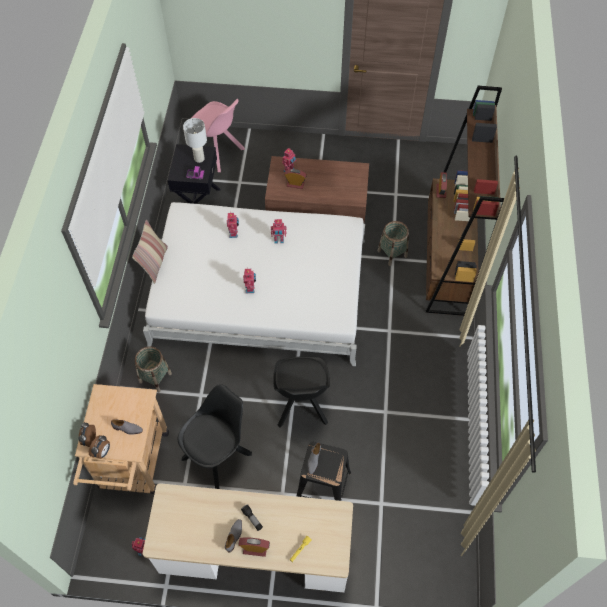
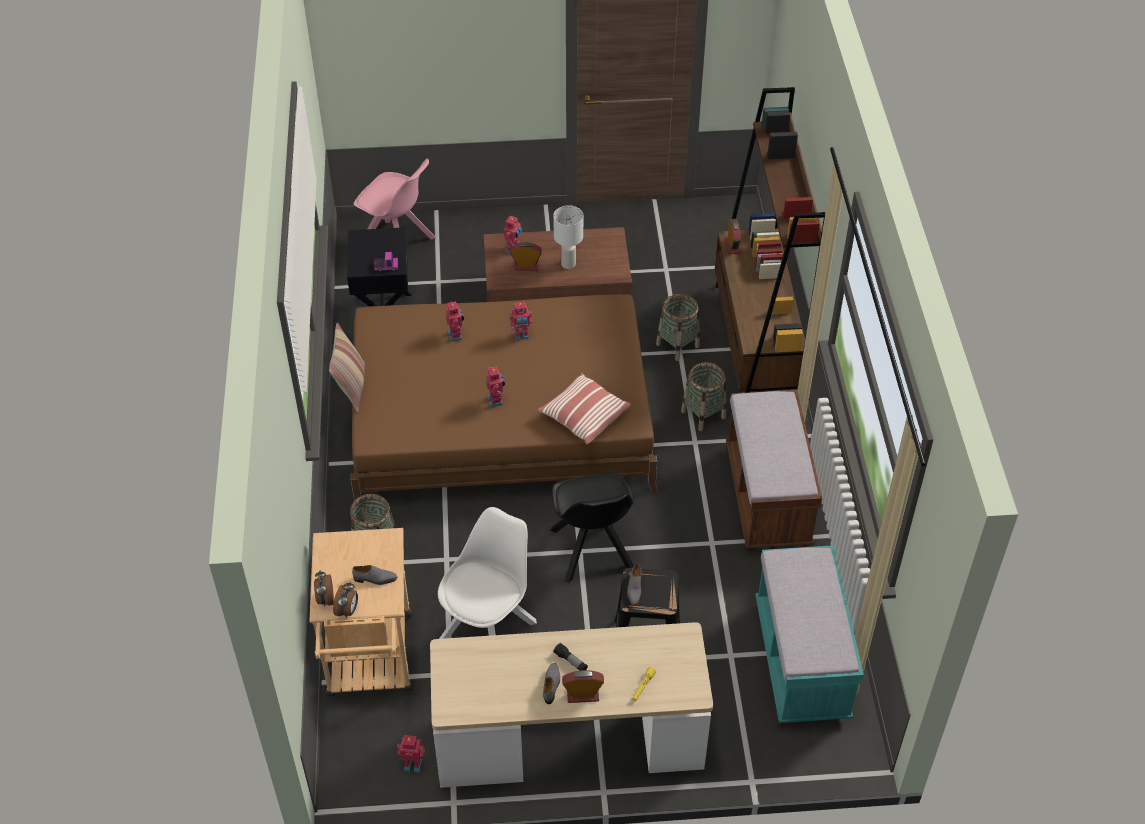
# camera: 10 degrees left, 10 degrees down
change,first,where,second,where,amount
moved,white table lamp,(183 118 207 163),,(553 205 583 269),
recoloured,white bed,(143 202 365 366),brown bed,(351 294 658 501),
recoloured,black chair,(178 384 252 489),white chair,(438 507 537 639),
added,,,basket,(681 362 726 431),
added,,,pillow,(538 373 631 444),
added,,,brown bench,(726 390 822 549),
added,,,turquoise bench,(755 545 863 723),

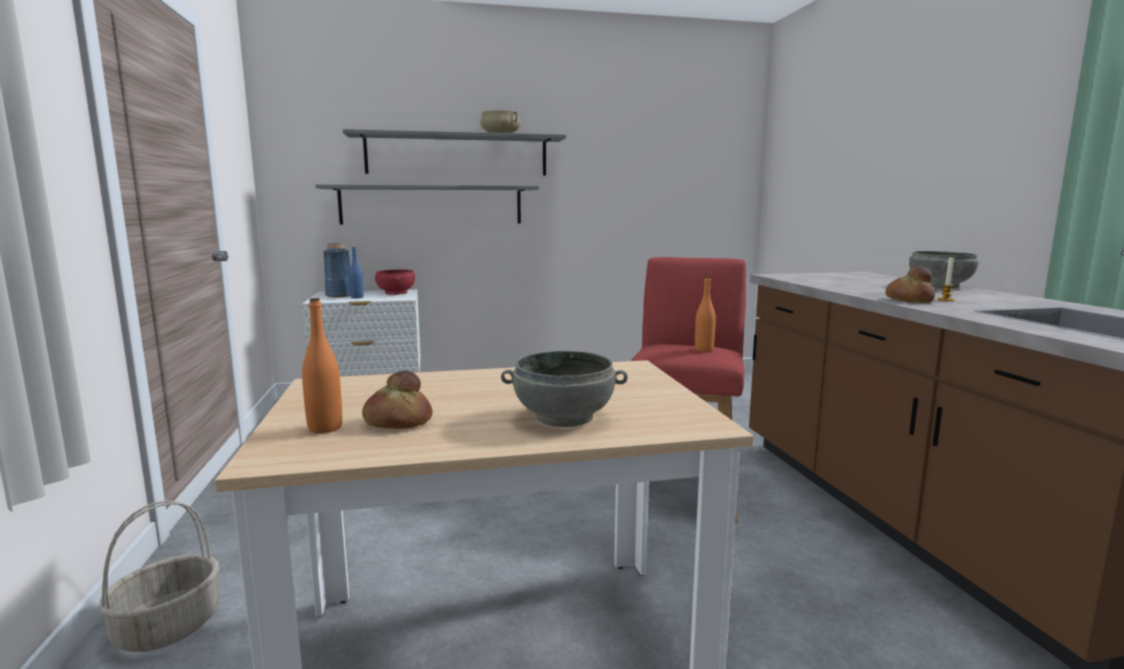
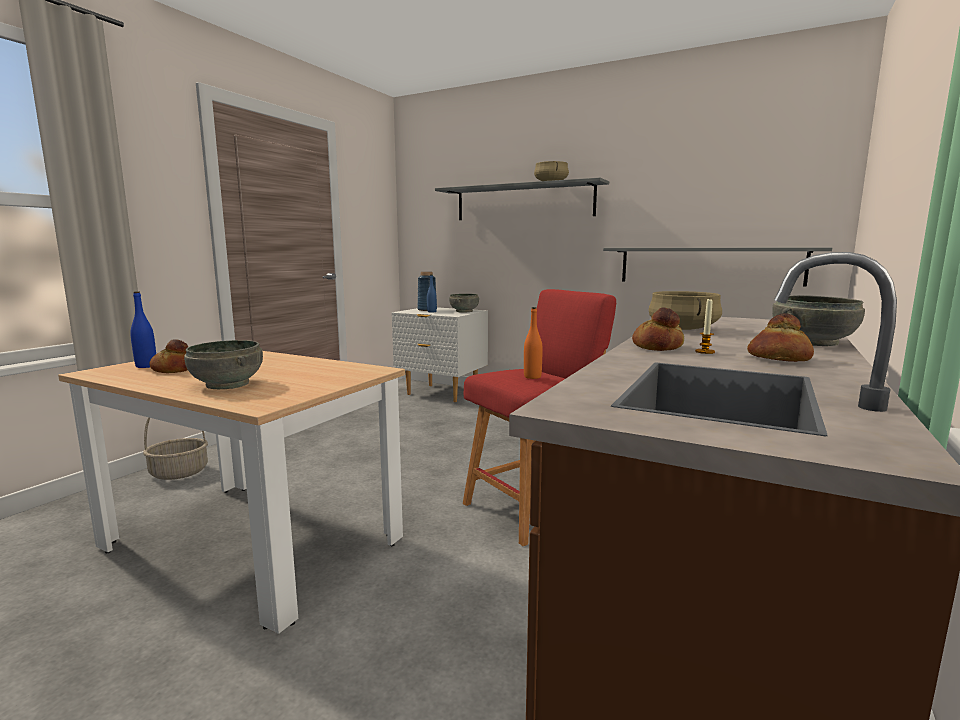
# camera: 40 degrees right, 0 degrees up
change,first,where,second,where,amount
moved,grey shelf,(315 184 539 225),,(603 247 832 286),
recoloured,red bowl,(375 270 415 295),grey bowl,(449 294 479 313),
recoloured,orange bottle,(302 298 342 433),blue bottle,(130 291 156 368),
added,,,beige cooking pot,(649 291 722 330),
added,,,bread,(747 313 814 362),

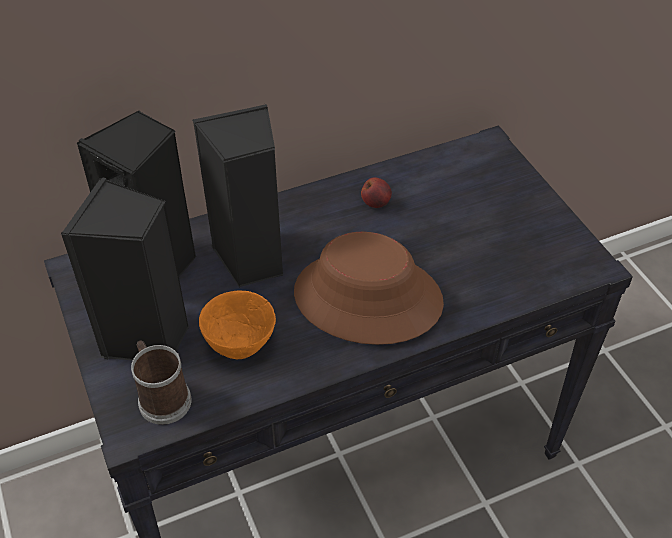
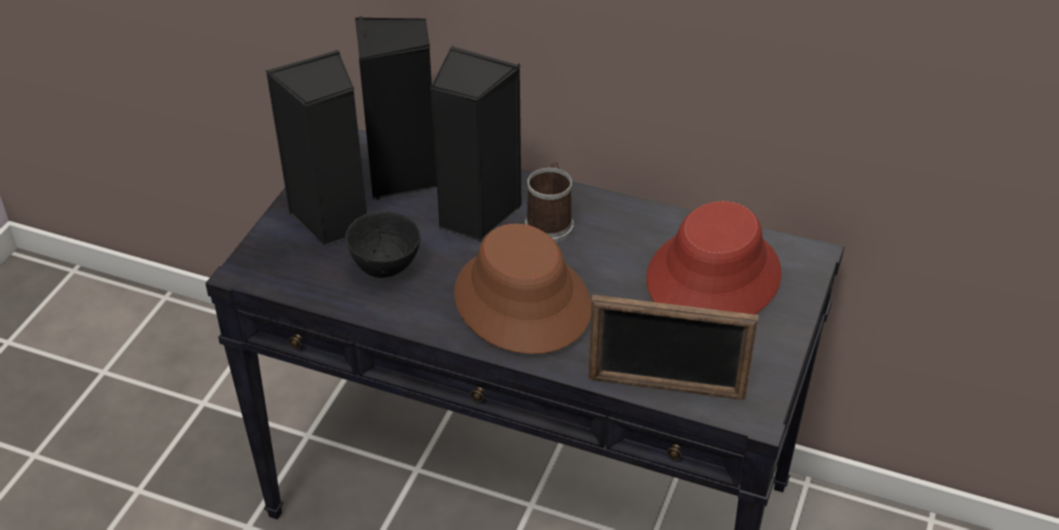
# camera: 45 degrees right, 5 degrees down
change,first,where,second,where,amount
removed,apple,(361 177 392 208),,,
recoloured,orange bowl,(199 291 276 359),black bowl,(346 211 421 278),
moved,mug,(131 340 191 425),,(525 162 574 243),
added,,,red hat,(646 201 782 314),
added,,,picture frame,(588 295 758 400),

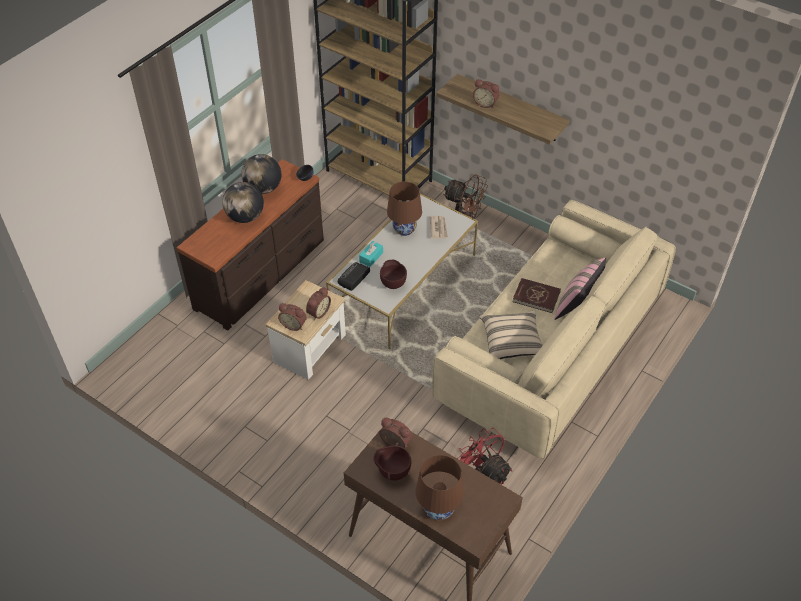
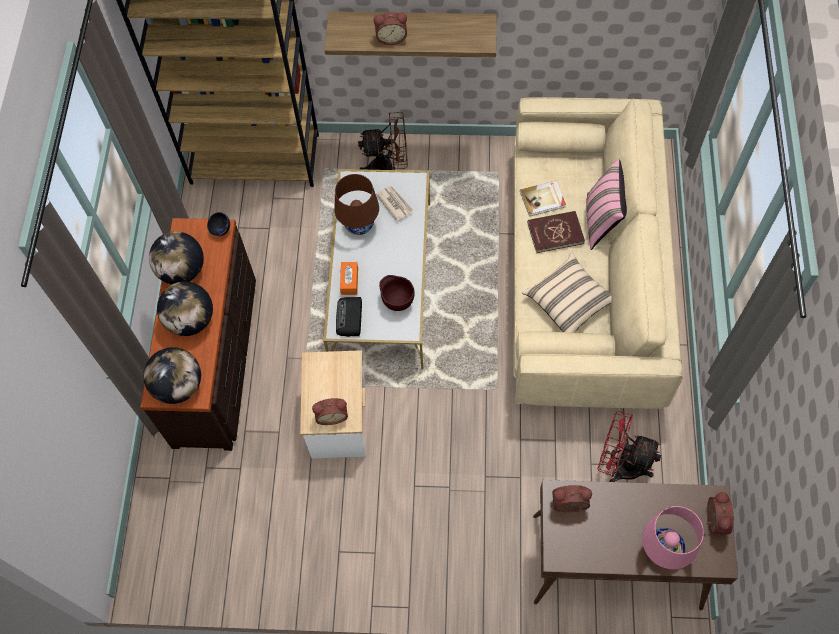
# camera: 30 degrees left, 15 degrees up
change,first,where,second,where,amount
recoloured,turquoise tissue box,(359 241 383 267),orange tissue box,(340 262 358 295),
moved,alarm clock,(306 287 331 320),,(707 492 734 535),
removed,brown bowl,(373 445 411 481),,,
recoloured,brown table lamp,(415 455 464 520),pink table lamp,(642 506 704 569),
added,,,book,(520 180 566 216),
added,,,globe,(143 347 201 404),

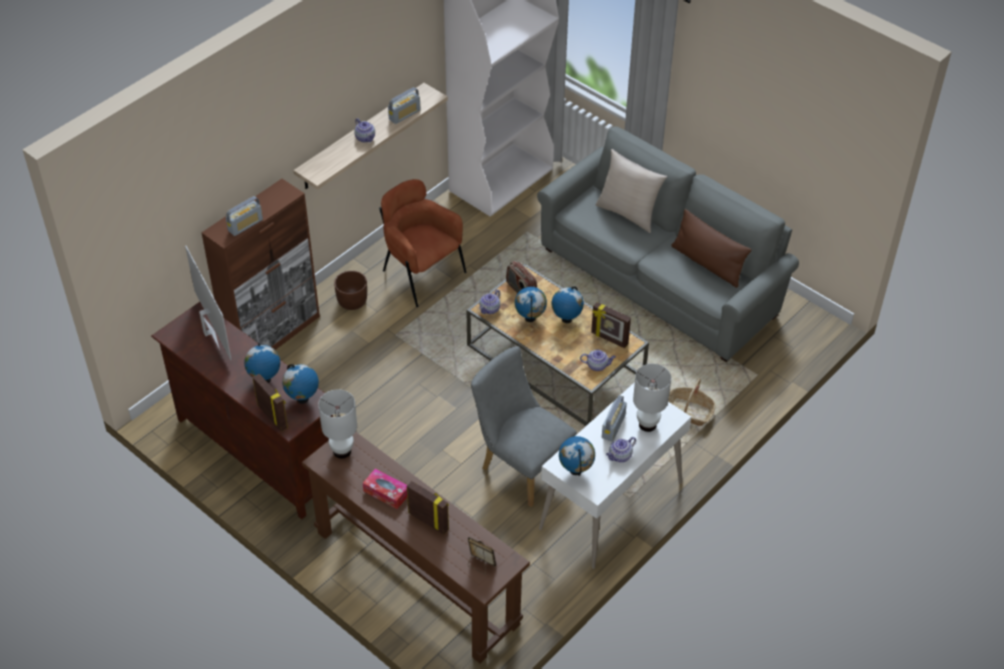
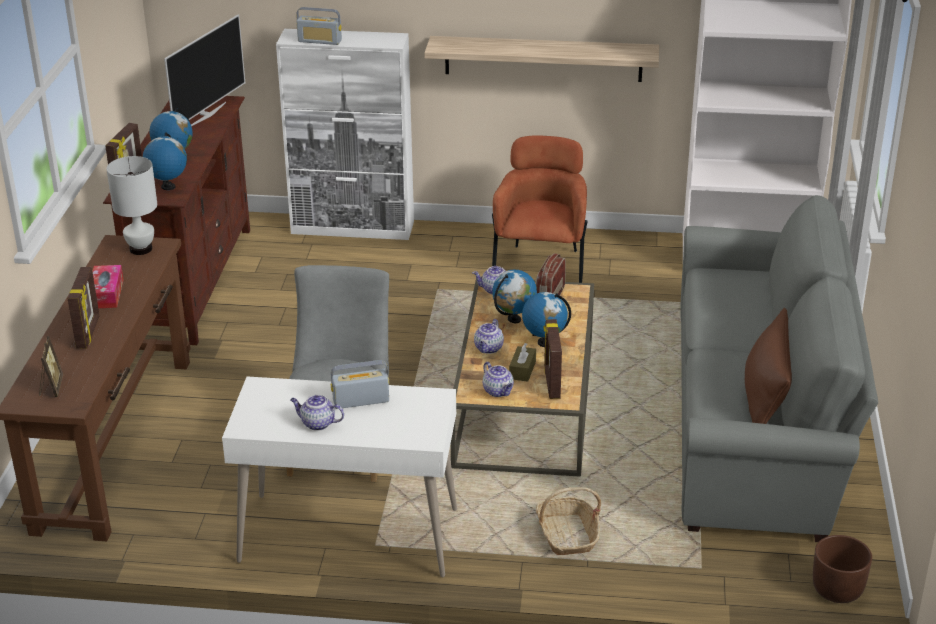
# camera: 55 degrees right, 15 degrees down
change,first,where,second,where,amount
removed,radio,(388 87 421 124),,,
moved,teapot,(354 118 375 143),,(474 319 504 354),
removed,beige pillow,(596 149 667 233),,,
recoloured,brown cabinet,(201 179 320 350),white cabinet,(276 29 414 240),
moved,brown planter,(334 271 367 310),,(813 535 872 603),
removed,white table lamp,(633 364 671 432),,,
removed,globe,(559 436 595 476),,,
added,,,brown tissue box,(509 343 536 382),

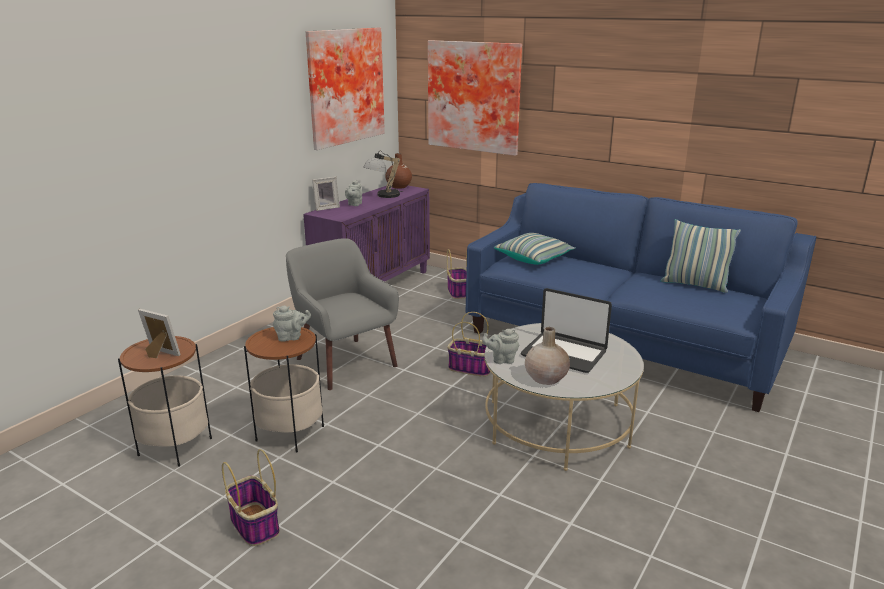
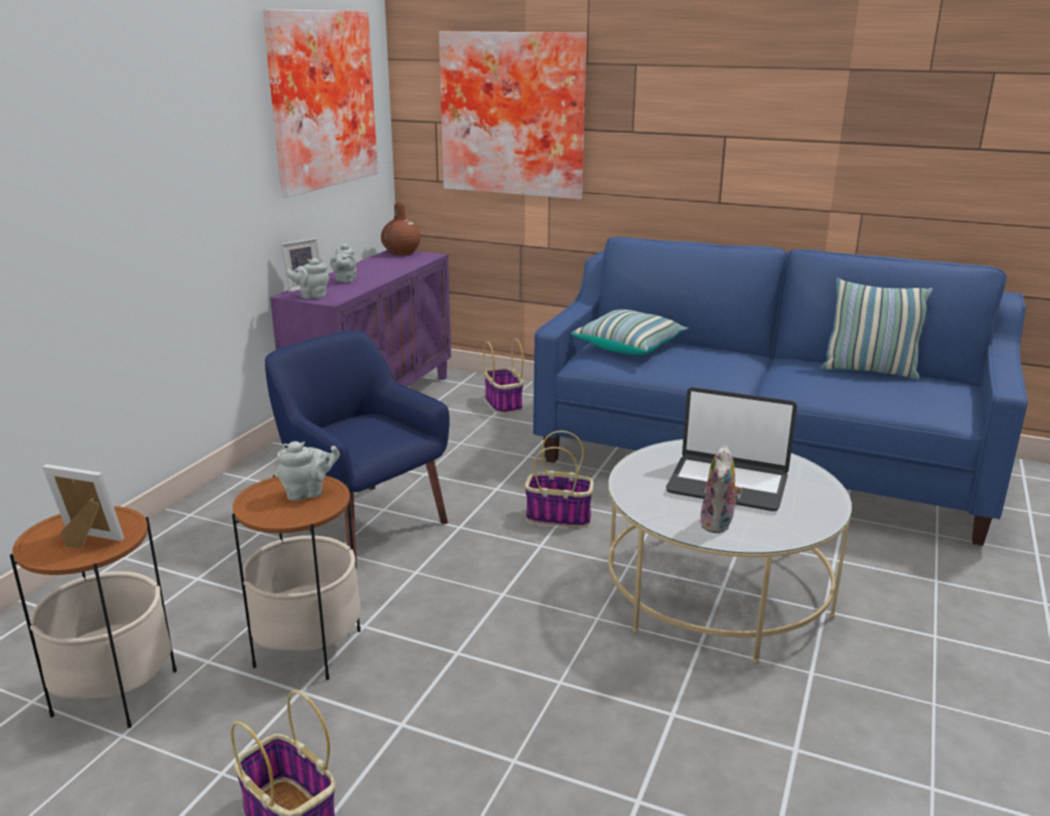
# camera: 10 degrees left, 0 degrees up
change,first,where,second,where,amount
removed,table lamp,(363 151 404 198),,,
recoloured,grey armchair,(286 238 399 390),blue armchair,(265 330 450 568),
replaced,beige vase,(525 327 570 385),plush toy,(700 445 743 534),
moved,grey teapot,(482 329 519 364),,(286 258 329 299),

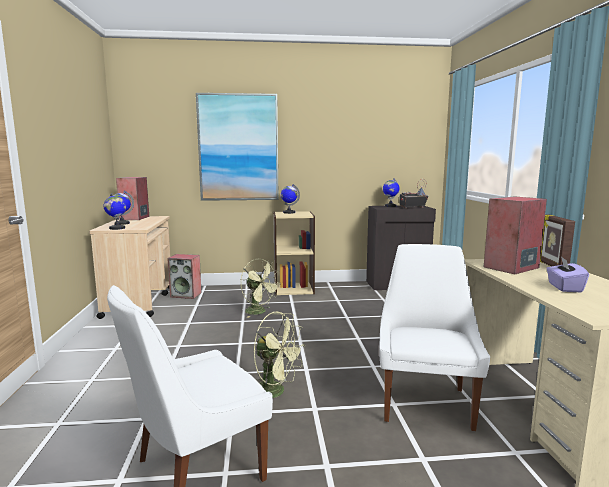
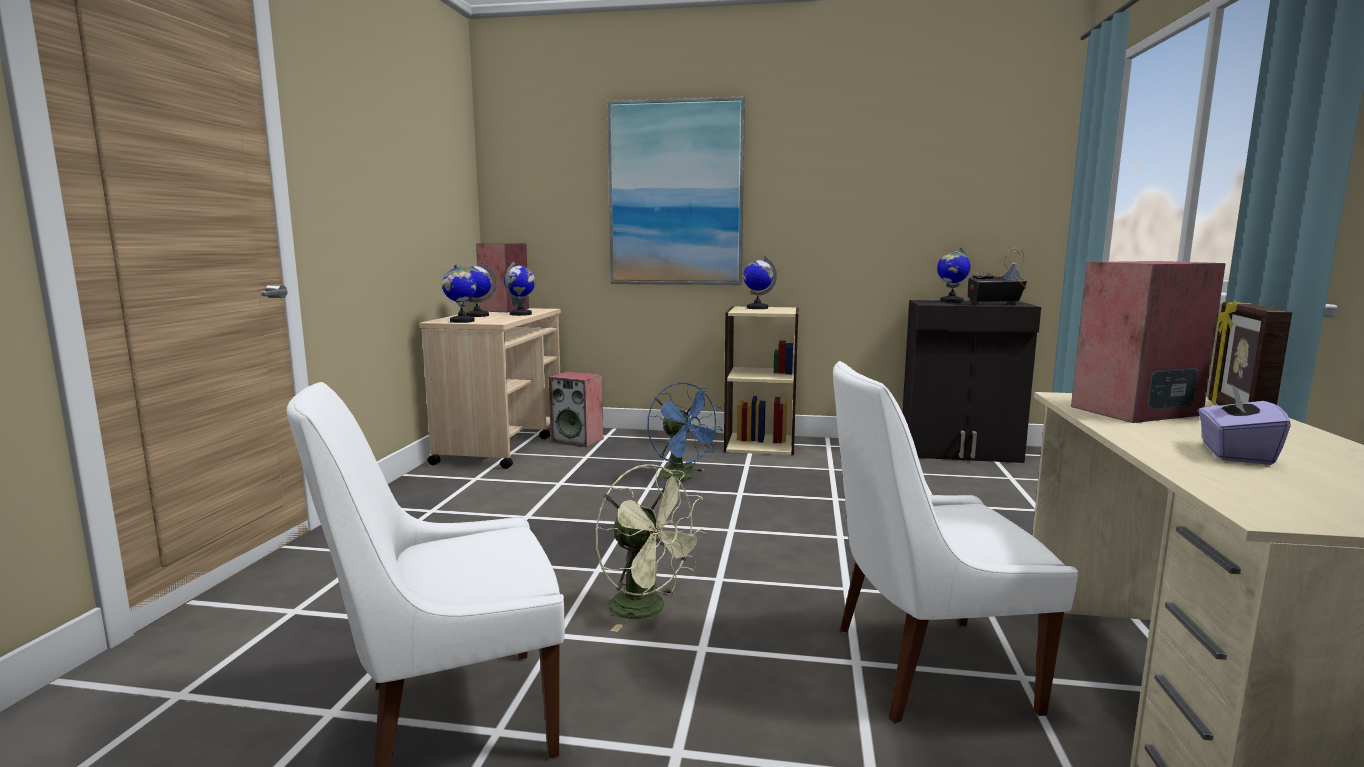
# camera: 15 degrees right, 0 degrees up
change,first,where,second,where,amount
turned,white chair,(379 244 490 431),,(833 361 1078 723),120 degrees counterclockwise
recoloured,green fan,(241 259 281 318),blue fan,(647 382 723 484),
added,,,globe,(504 262 535 316),

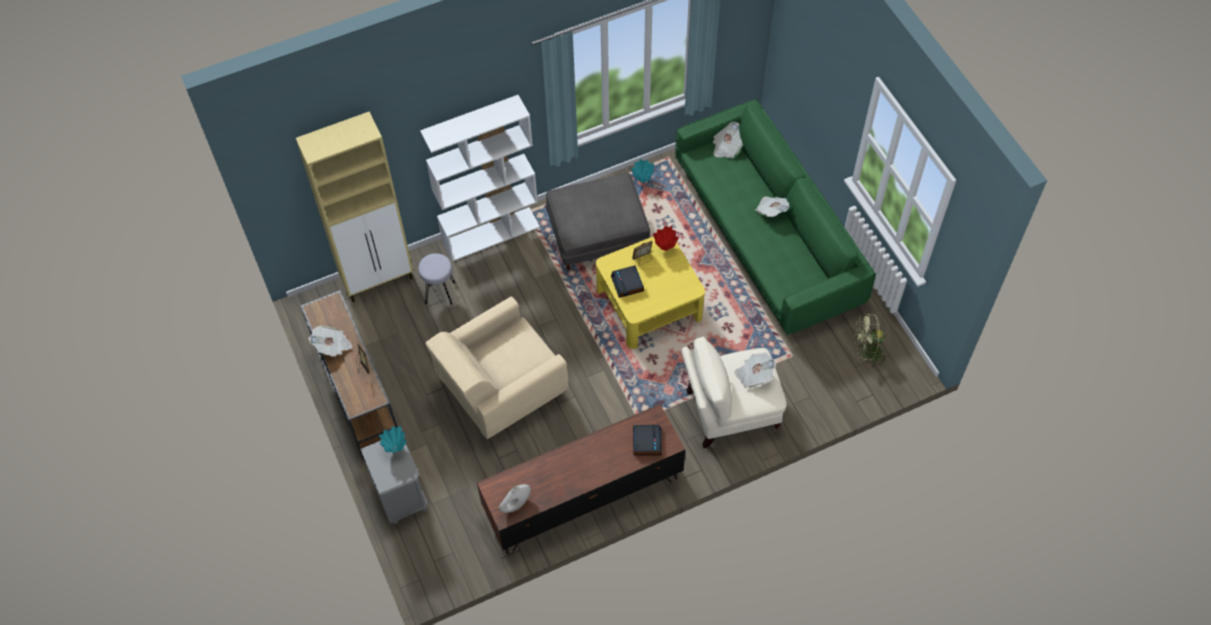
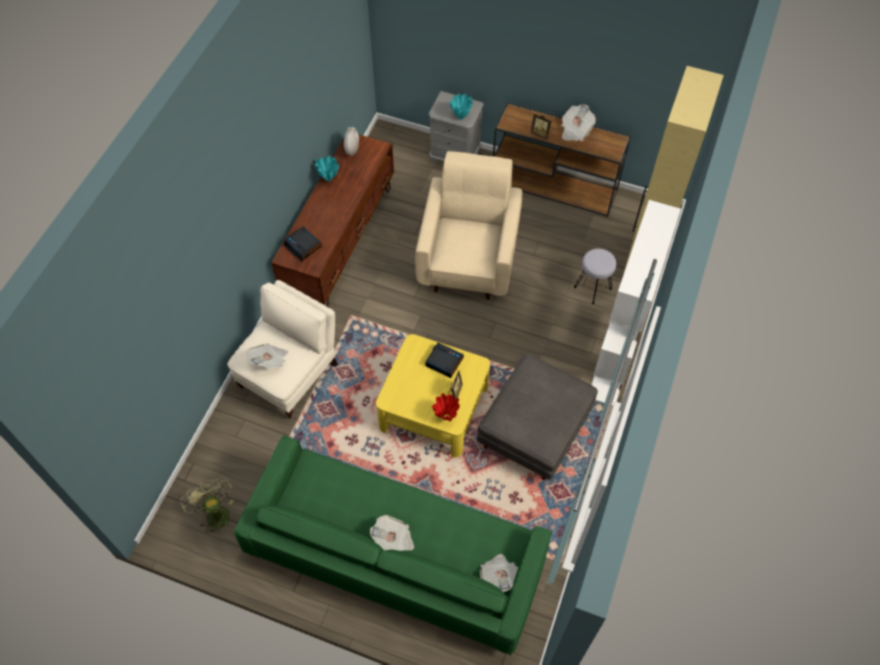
# camera: 135 degrees right, 0 degrees up
change,first,where,second,where,amount
moved,turquoise vase,(631 159 654 183),,(315 156 339 182),
turned,green fan,(854 313 890 369),,(180 476 234 536),75 degrees counterclockwise

